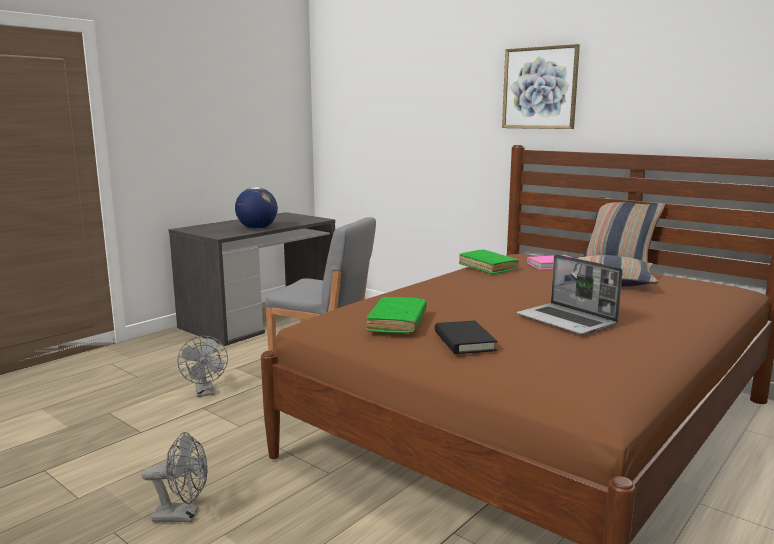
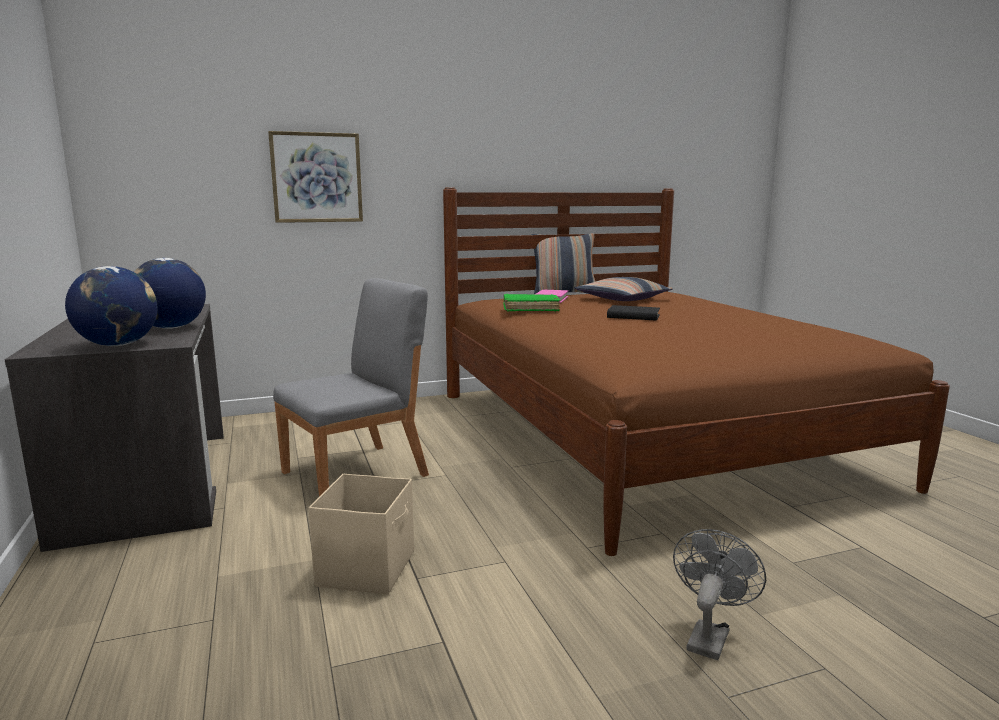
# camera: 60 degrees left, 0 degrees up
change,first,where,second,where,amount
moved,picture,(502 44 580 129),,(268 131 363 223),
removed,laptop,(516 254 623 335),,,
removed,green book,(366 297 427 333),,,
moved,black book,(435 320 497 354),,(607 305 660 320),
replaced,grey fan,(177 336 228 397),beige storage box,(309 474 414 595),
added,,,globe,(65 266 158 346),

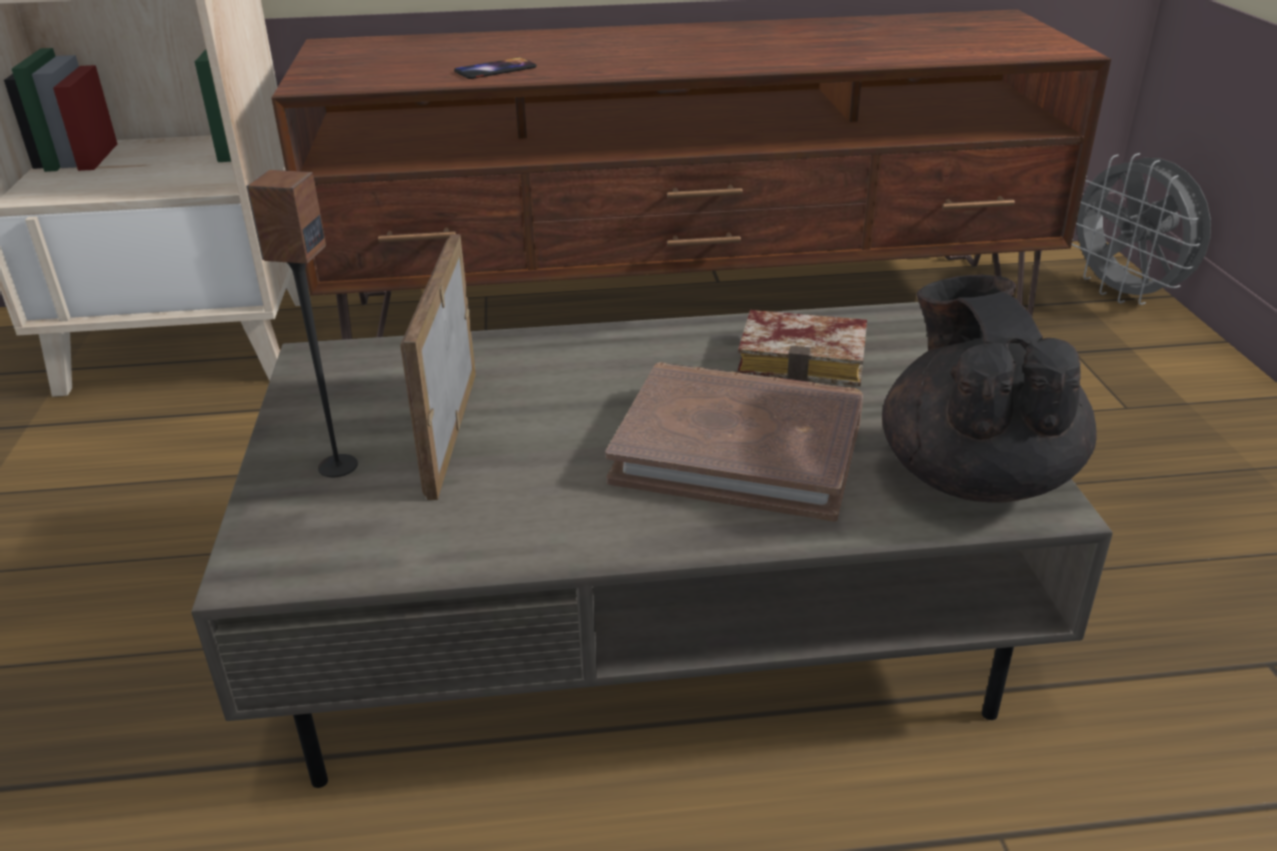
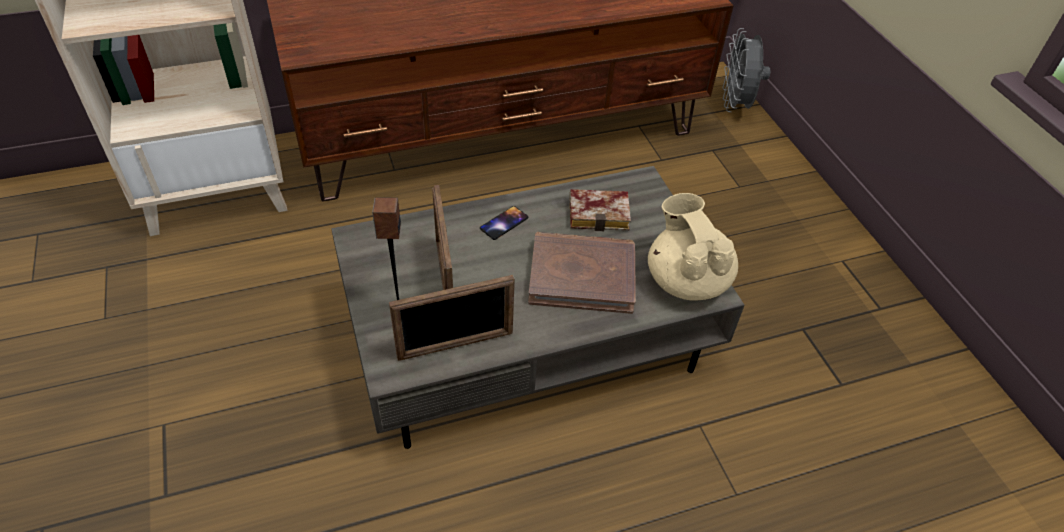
# camera: 15 degrees left, 15 degrees up
change,first,where,second,where,amount
moved,phone,(454 57 536 79),,(480 206 529 240),
turned,grey fan,(1072 153 1211 305),,(723 28 770 112),45 degrees clockwise
recoloured,black teapot,(882 275 1097 503),beige teapot,(648 193 738 301),
added,,,picture frame,(389 275 515 361),

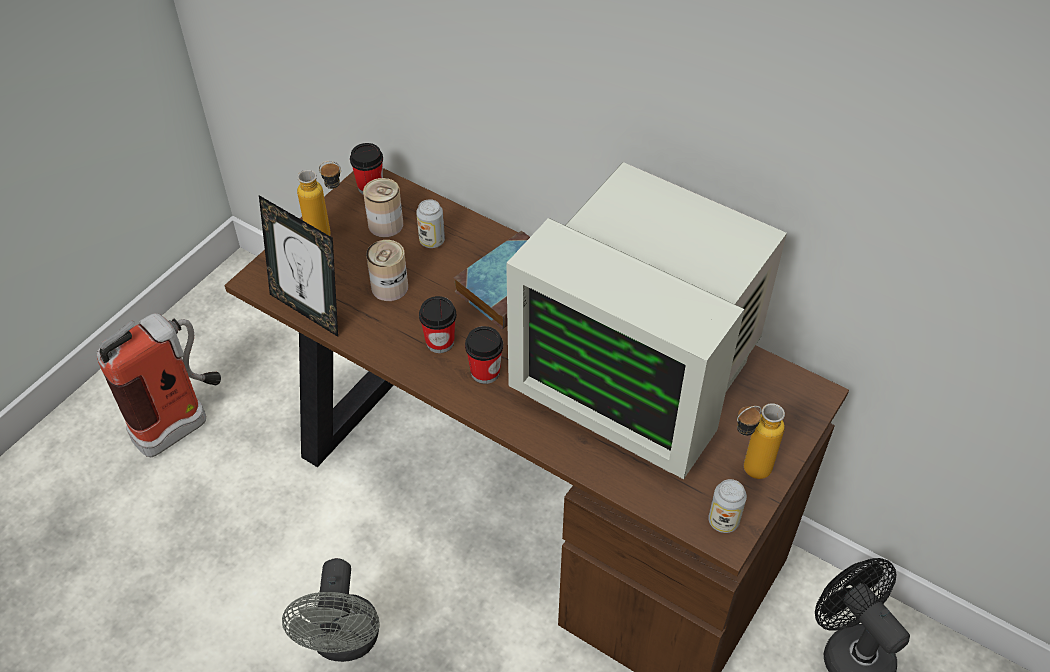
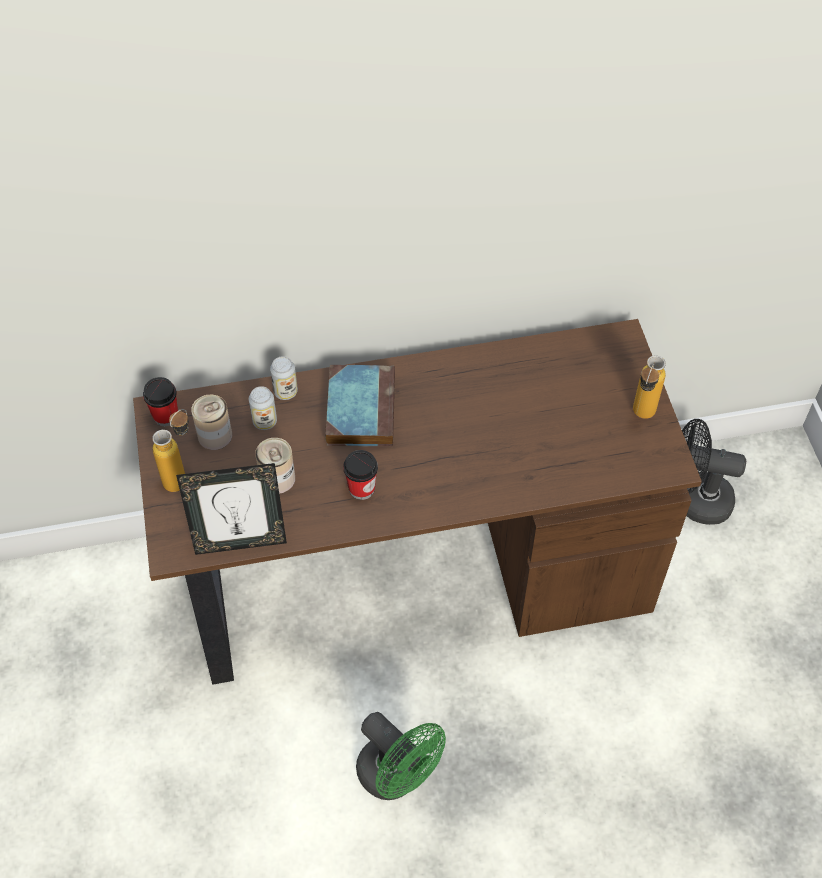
# camera: 45 degrees left, 5 degrees up
change,first,where,second,where,amount
removed,monitor,(506 162 787 479),,,
removed,fire extinguisher,(97 313 221 457),,,
removed,cup,(465 326 503 384),,,
moved,can,(708 479 747 533),,(270 356 298 400),
recoloured,grey fan,(282 558 379 662),green fan,(356 712 446 800),

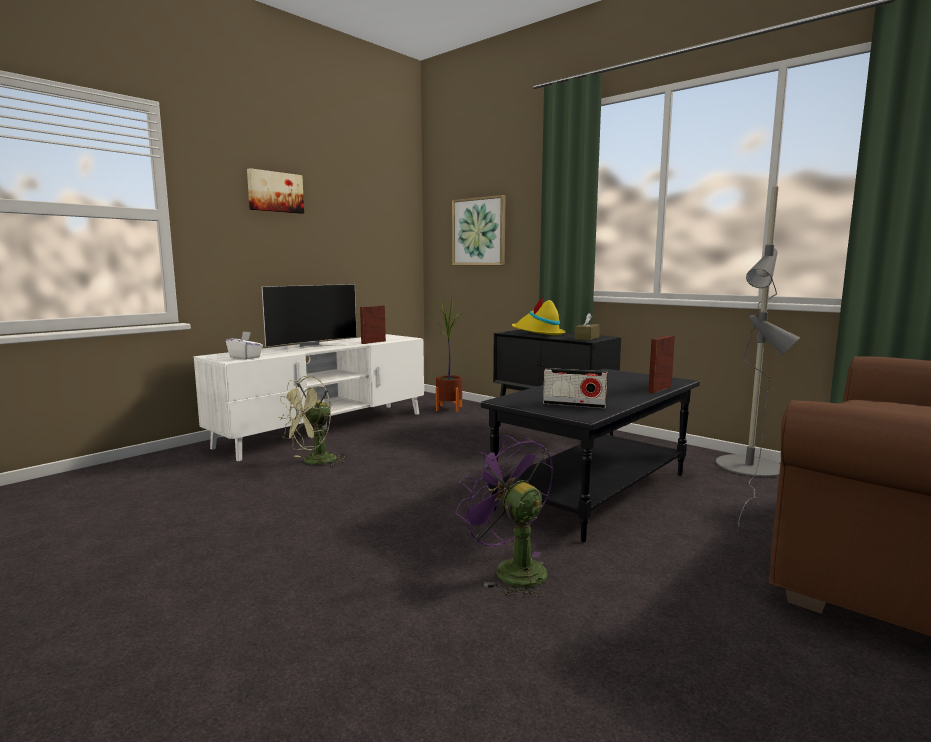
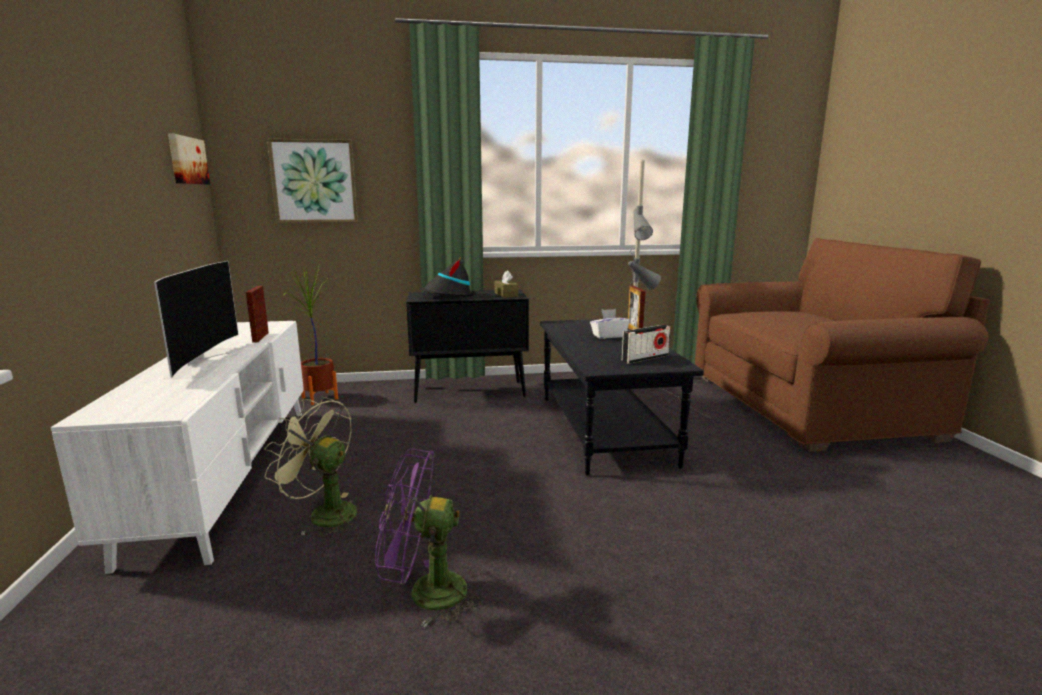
# camera: 50 degrees left, 5 degrees up
change,first,where,second,where,amount
moved,picture,(247 168 304 214),,(168 134 210 185),
recoloured,yellow hat,(512 297 566 335),black hat,(420 258 476 296),
moved,white tissue box,(226 331 263 359),,(590 309 630 339),
turned,green fan,(278 376 347 467),,(265 397 357 537),120 degrees clockwise
moved,purple fan,(456 435 554 597),,(375 448 482 627),

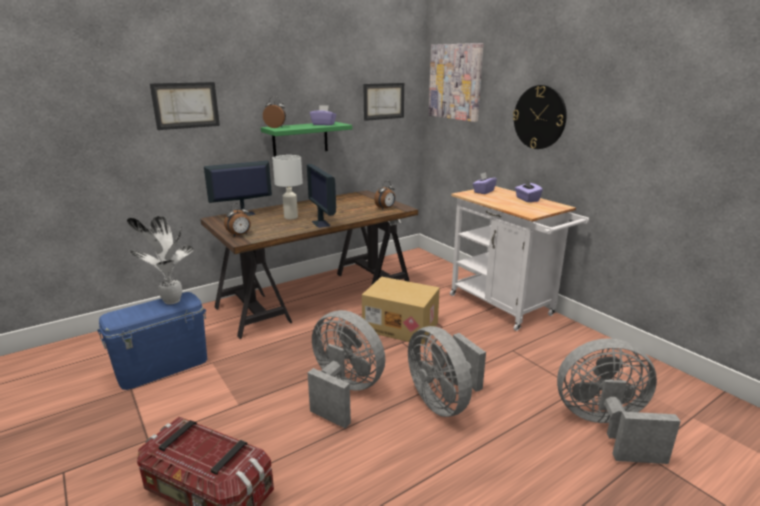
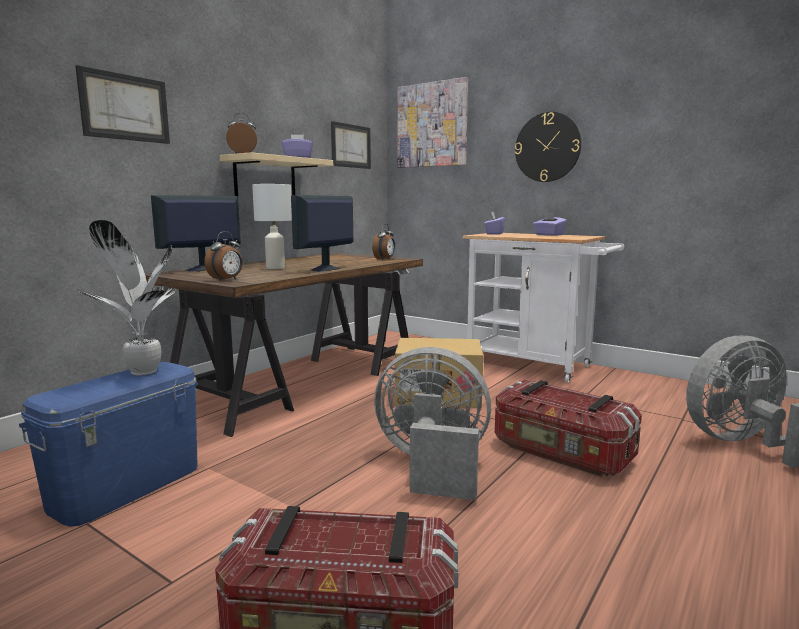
# camera: 20 degrees left, 10 degrees down
change,first,where,second,where,amount
recoloured,green shelf,(261 122 352 157),beige shelf,(220 152 333 196),
turned,monitor,(307 164 336 228),,(291 195 353 272),75 degrees clockwise
replaced,grey fan,(408 326 486 417),storage box,(495 379 642 477),

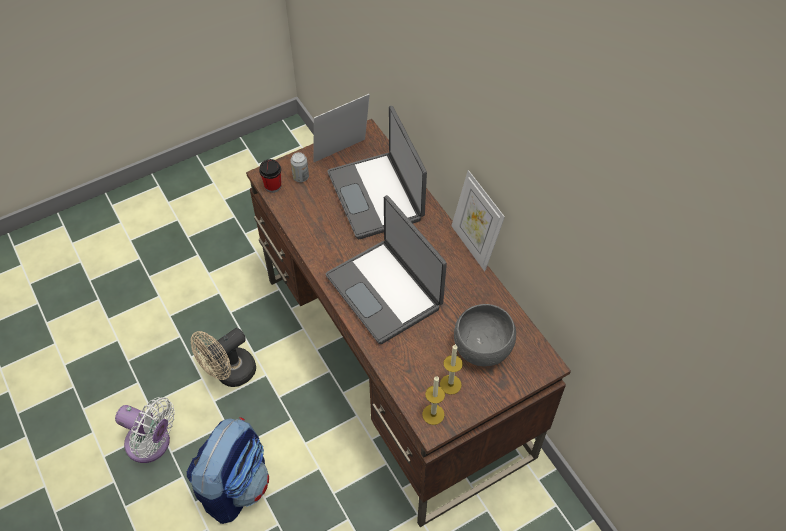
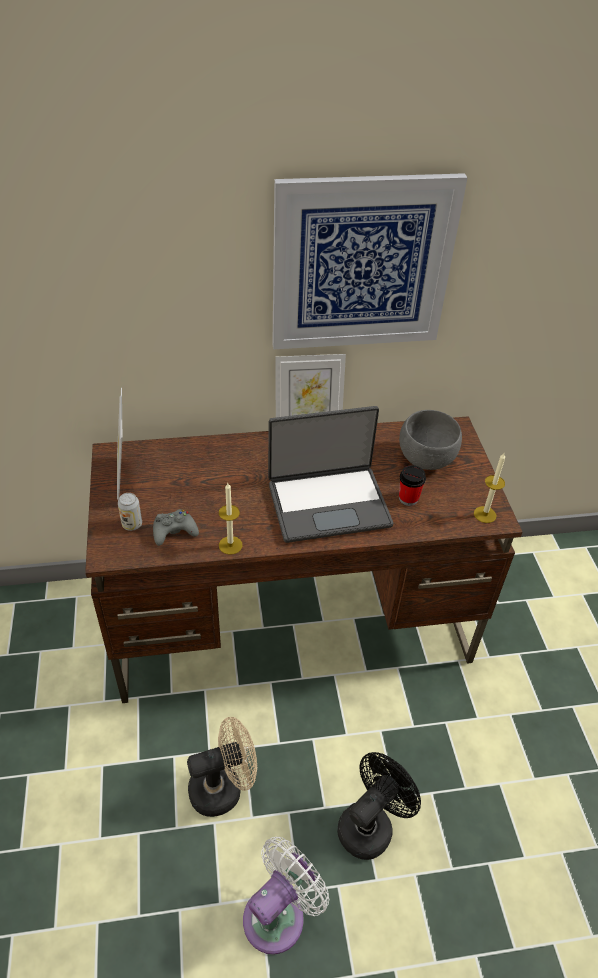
# camera: 70 degrees left, 10 degrees down
change,first,where,second,where,amount
removed,laptop,(328 106 427 239),,,
moved,cup,(259 159 281 193),,(399 465 426 506),
turned,beige fan,(191 328 256 387),,(187 717 257 817),90 degrees counterclockwise
moved,candle,(440 344 463 395),,(219 483 242 555),
replaced,backpack,(187 417 269 524),black fan,(337 752 421 860),
added,,,picture,(272 173 468 349),
added,,,grey game controller,(153 509 199 546),

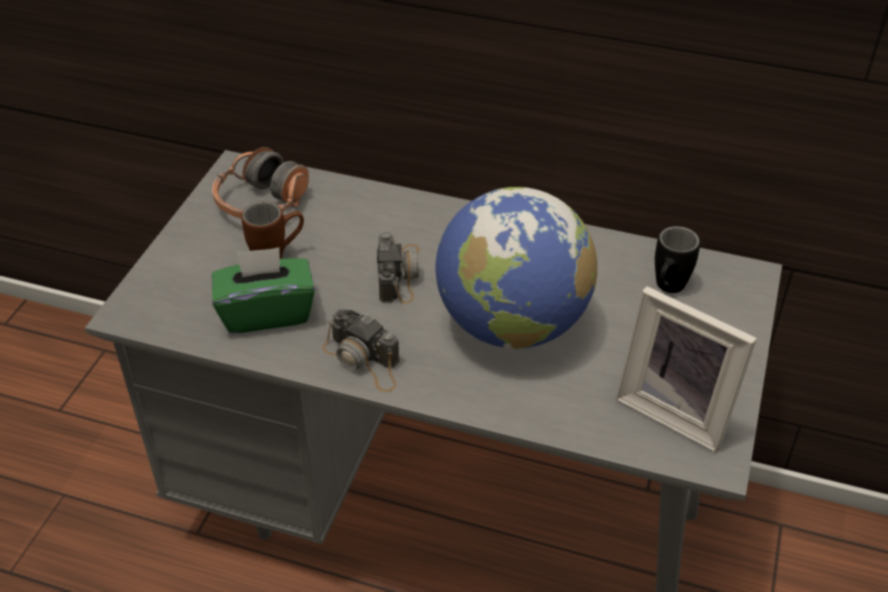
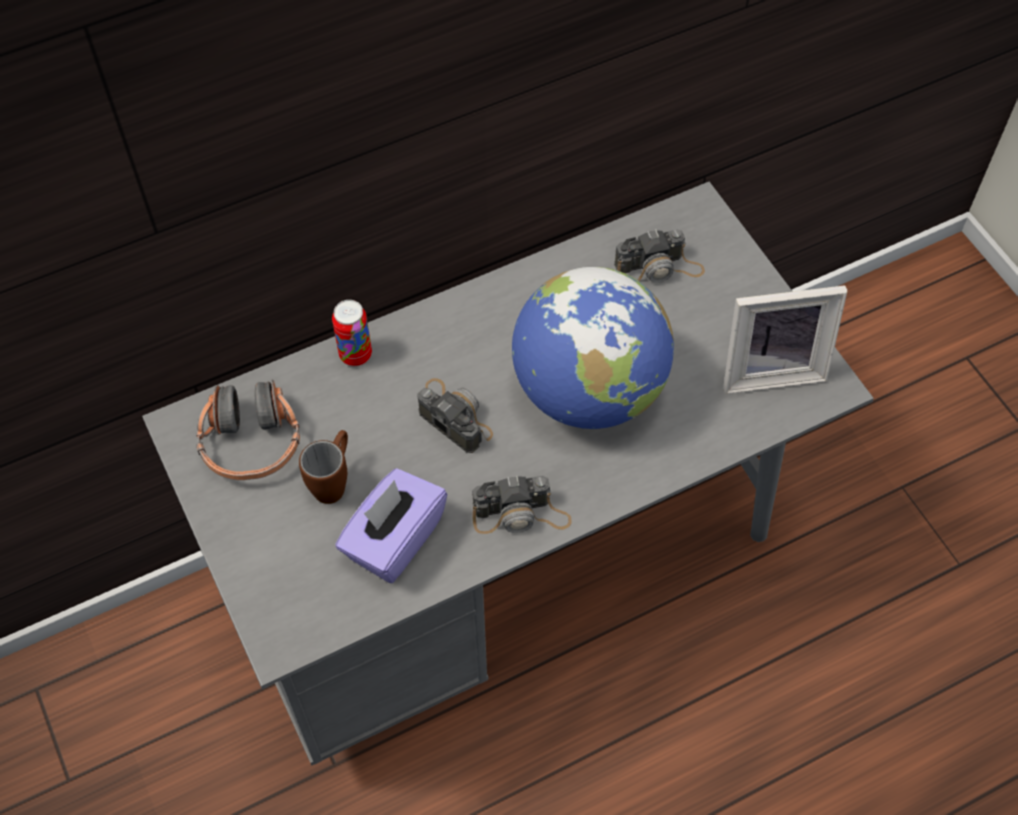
# camera: 45 degrees left, 15 degrees up
change,first,where,second,where,amount
replaced,black mug,(655 226 700 293),photo camera,(614 229 705 283),
recoloured,green tissue box,(212 247 315 333),purple tissue box,(335 468 447 583),
added,,,can,(332 300 372 366),

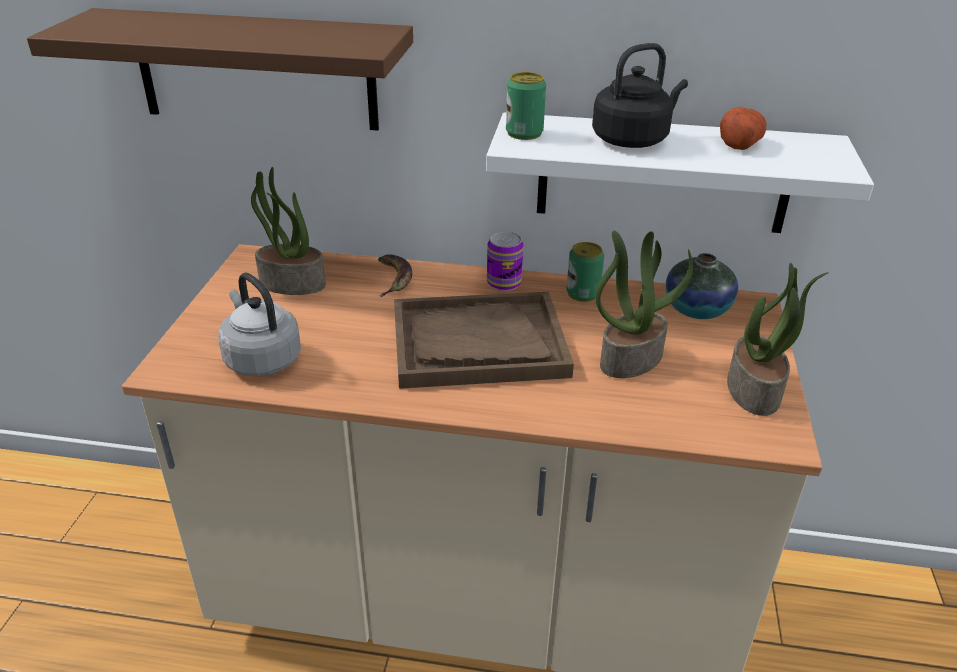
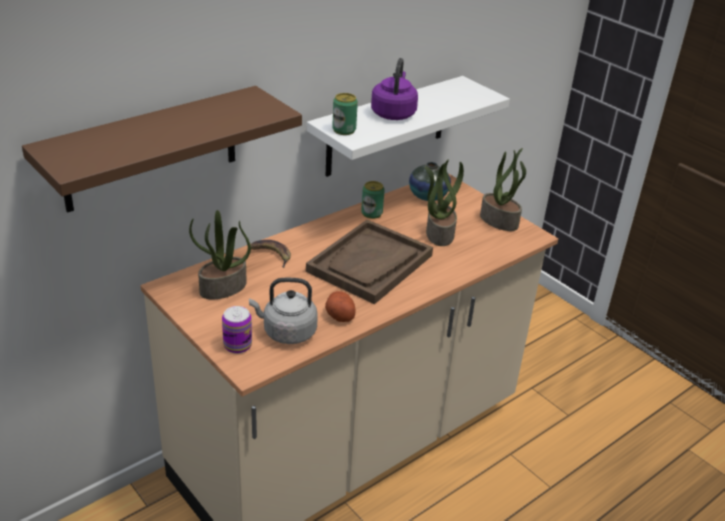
# camera: 50 degrees left, 0 degrees up
change,first,where,second,where,amount
recoloured,black kettle,(592 43 688 148),purple kettle,(371 58 418 120),
moved,potato,(720 107 766 150),,(325 291 356 322),
moved,can,(487 232 523 291),,(222 306 252 354),

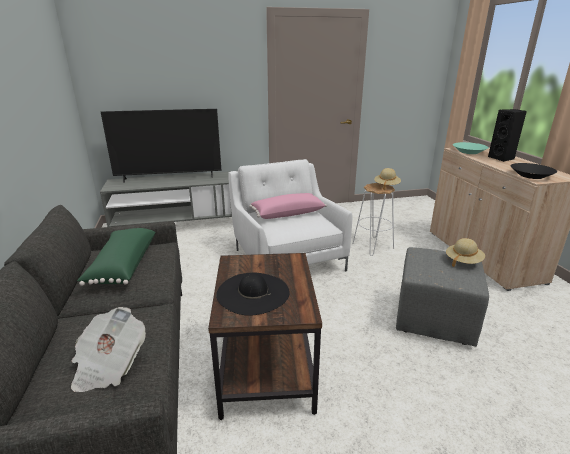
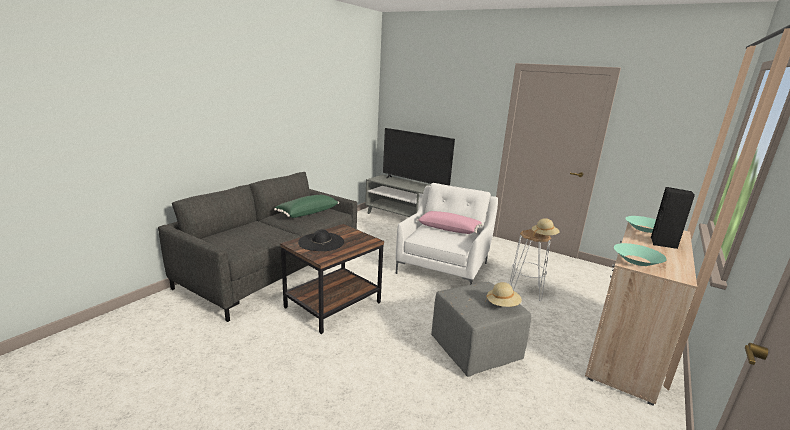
# camera: 45 degrees right, 5 degrees down
change,first,where,second,where,amount
recoloured,black bowl,(510 163 557 179),turquoise bowl,(614 243 667 266),
removed,newspaper,(71 307 146 392),,,

